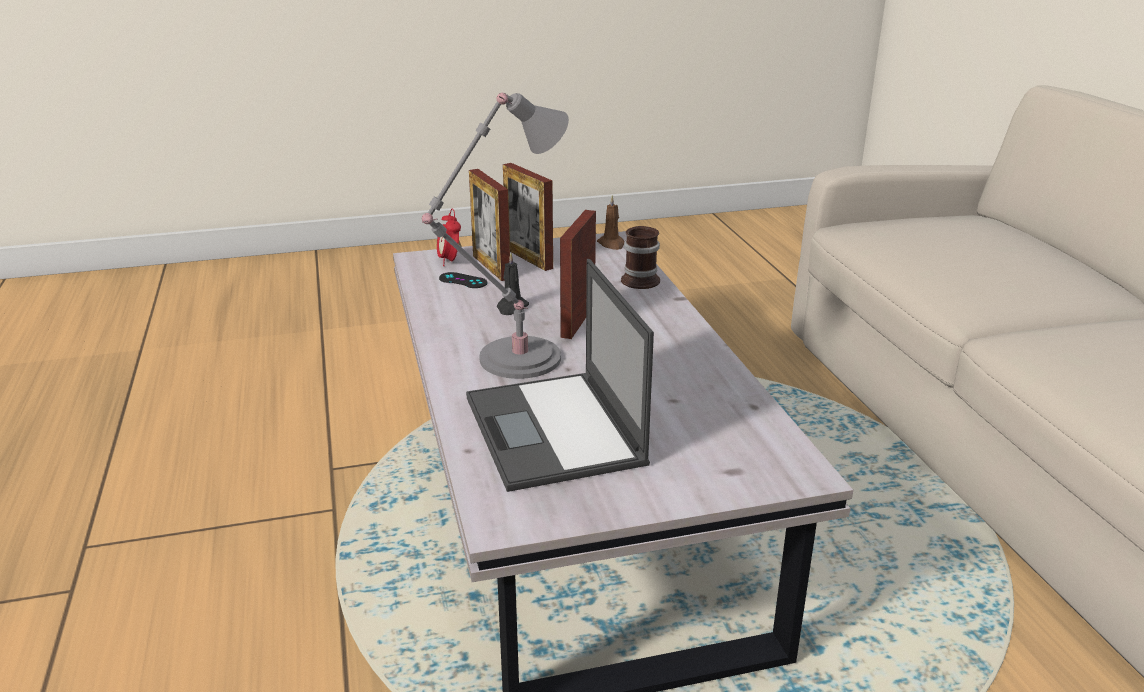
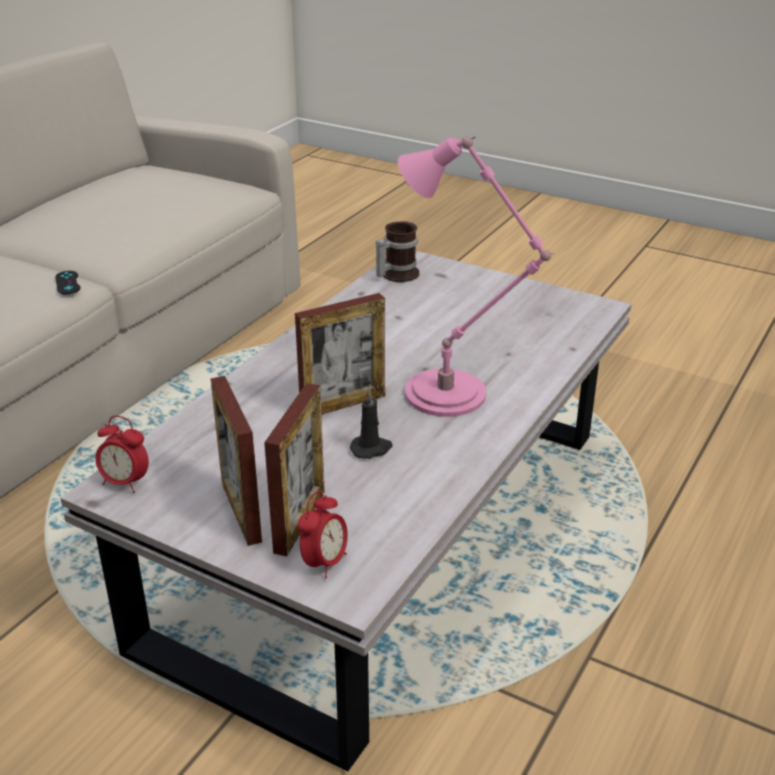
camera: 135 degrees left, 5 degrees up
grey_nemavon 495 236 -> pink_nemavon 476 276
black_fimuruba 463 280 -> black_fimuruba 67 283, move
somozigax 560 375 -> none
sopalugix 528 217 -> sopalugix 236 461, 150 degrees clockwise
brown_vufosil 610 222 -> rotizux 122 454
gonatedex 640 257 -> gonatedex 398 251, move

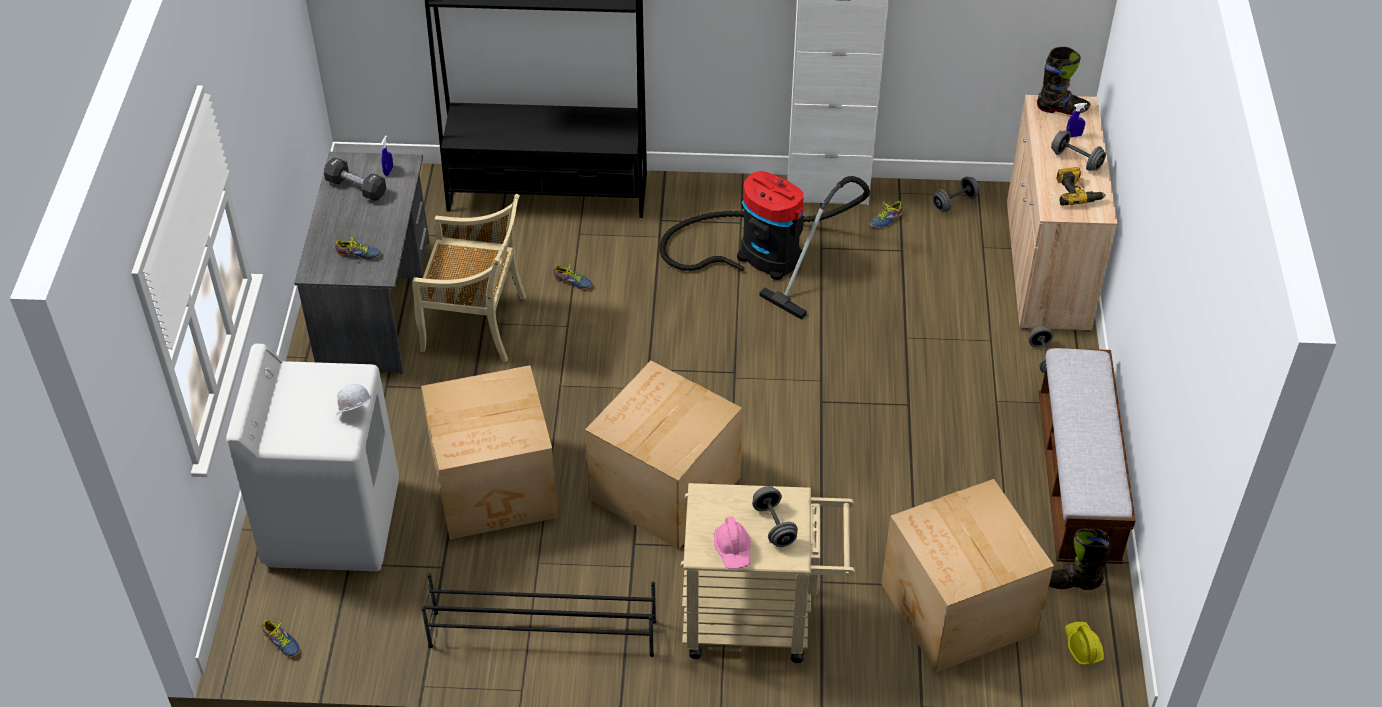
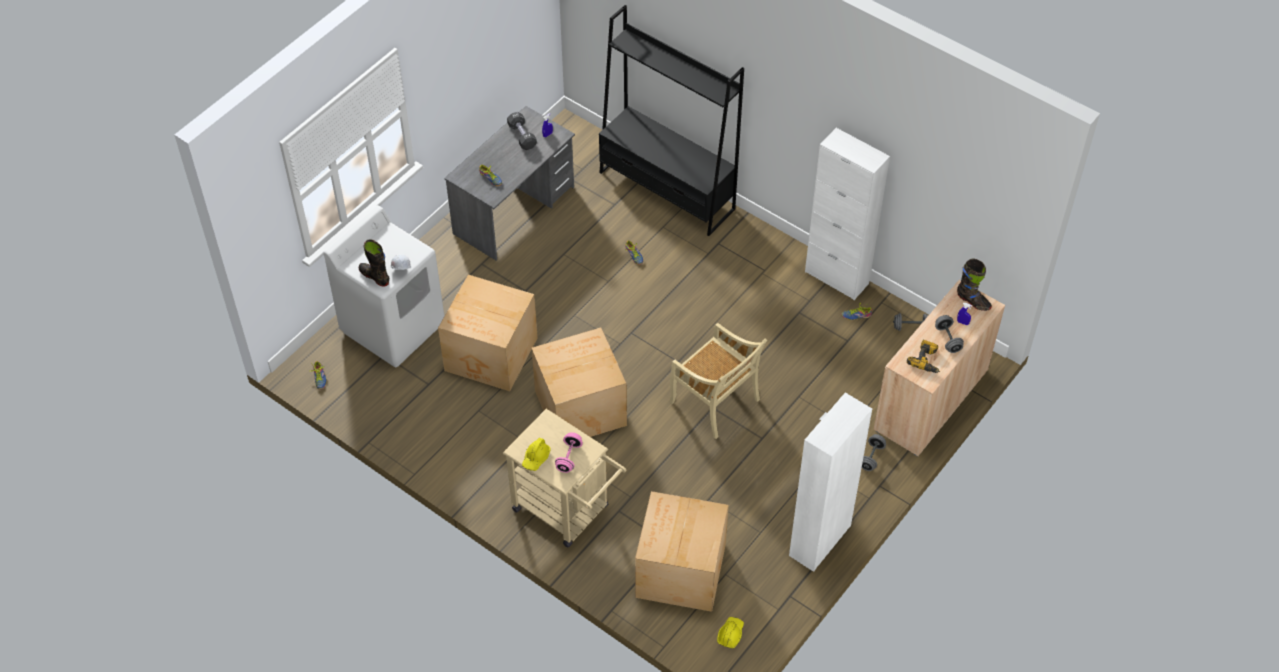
camera: 35 degrees right, 5 degrees up
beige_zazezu 469 278 -> beige_zazezu 718 381, move
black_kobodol 538 615 -> none
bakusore 765 245 -> none
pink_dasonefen 732 542 -> yellow_dasonefen 536 454
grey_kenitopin 775 516 -> pink_kenitopin 569 452
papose 1087 456 -> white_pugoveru 830 482
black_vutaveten 1080 559 -> black_vutaveten 374 262, move

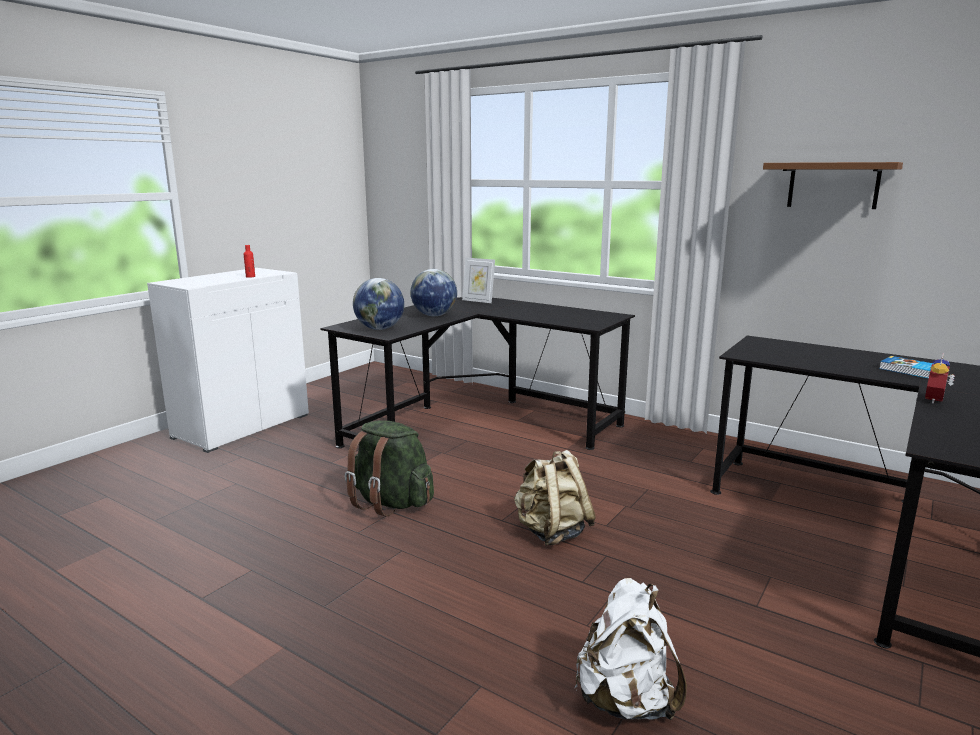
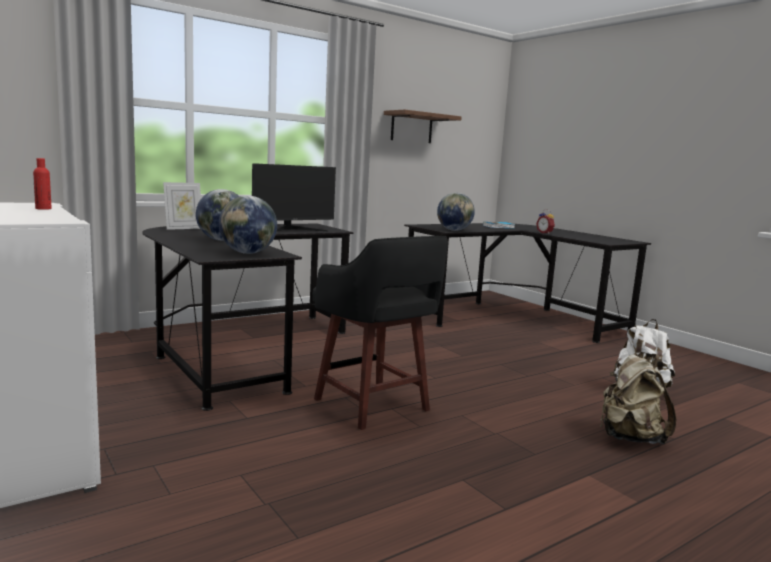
camera: 70 degrees left, 5 degrees down
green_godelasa 389 468 -> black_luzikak 380 333
beige_godelasa 555 498 -> beige_godelasa 638 399, move
none -> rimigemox 294 197
none -> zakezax 456 212

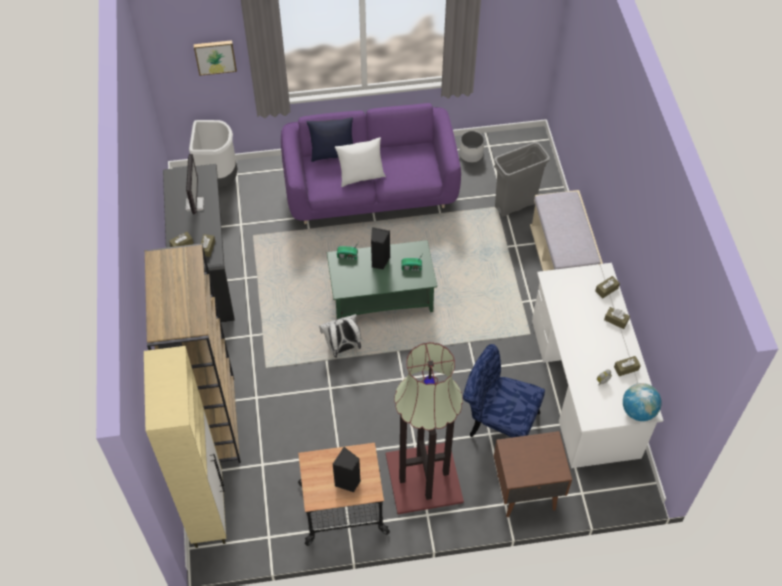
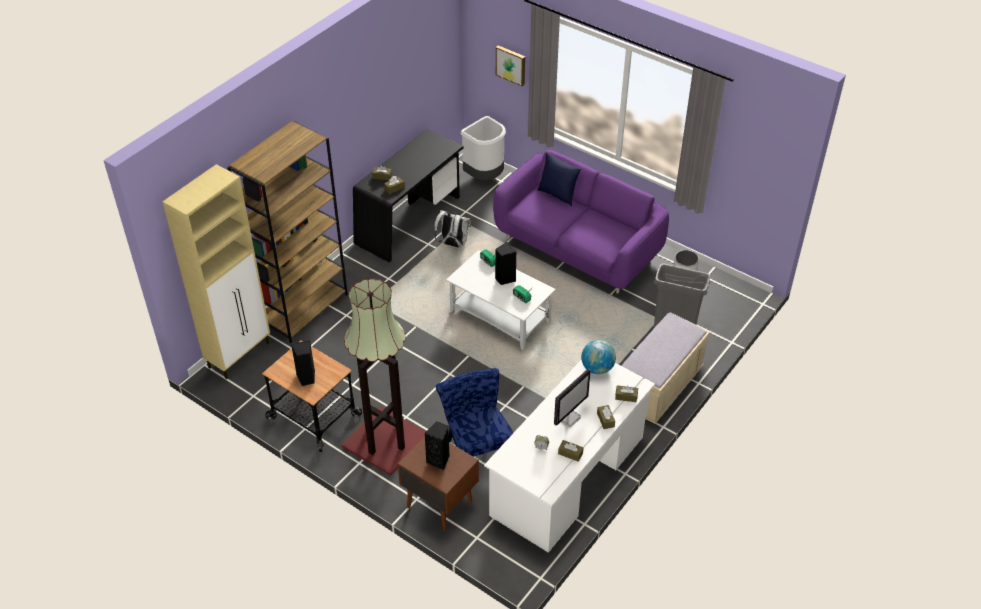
camera: 45 degrees right, 10 degrees down
rimigemox 195 184 -> rimigemox 572 398, move
white_godelasa 340 336 -> white_godelasa 452 229, move
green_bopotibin 382 279 -> white_bopotibin 501 300
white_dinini 360 162 -> none
zakezax 642 402 -> zakezax 598 357, move
none -> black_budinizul 437 445

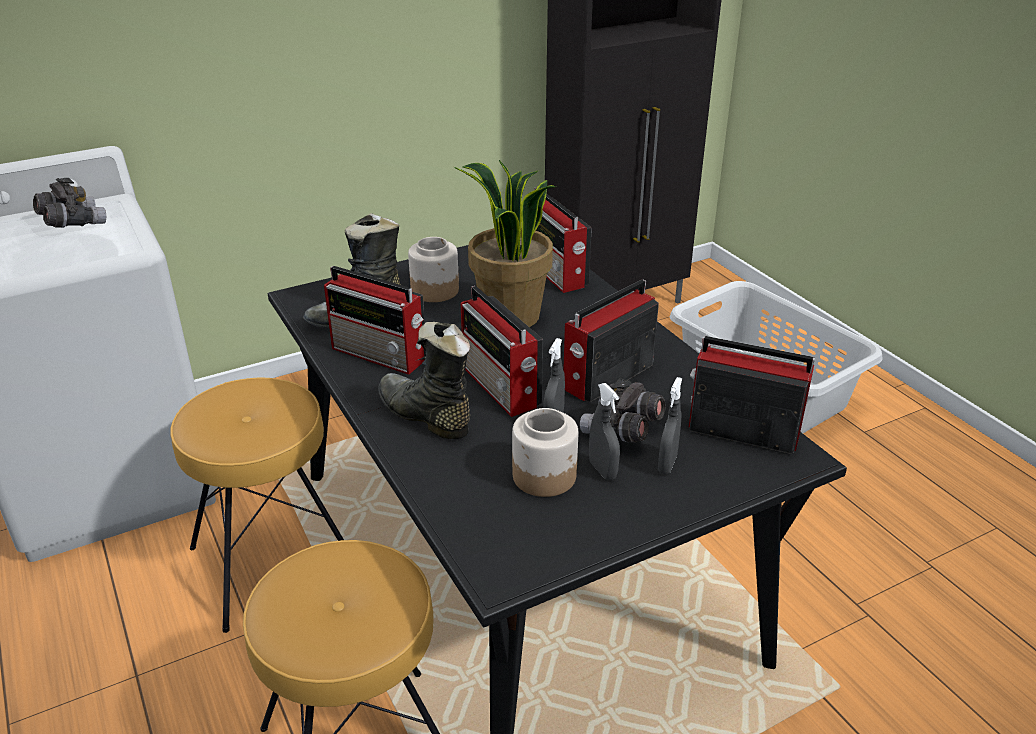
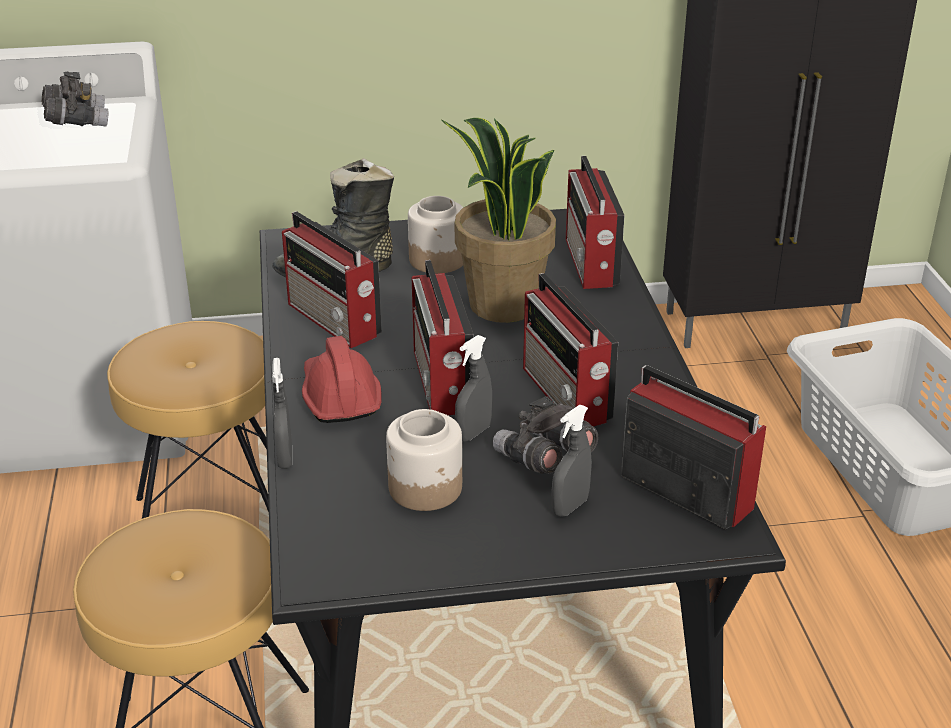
camera: 20 degrees right, 0 degrees up
black_vutaveten 424 380 -> red_dasonefen 342 379
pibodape 611 341 -> pibodape 570 349, 90 degrees counterclockwise
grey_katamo 604 431 -> grey_katamo 282 413, move

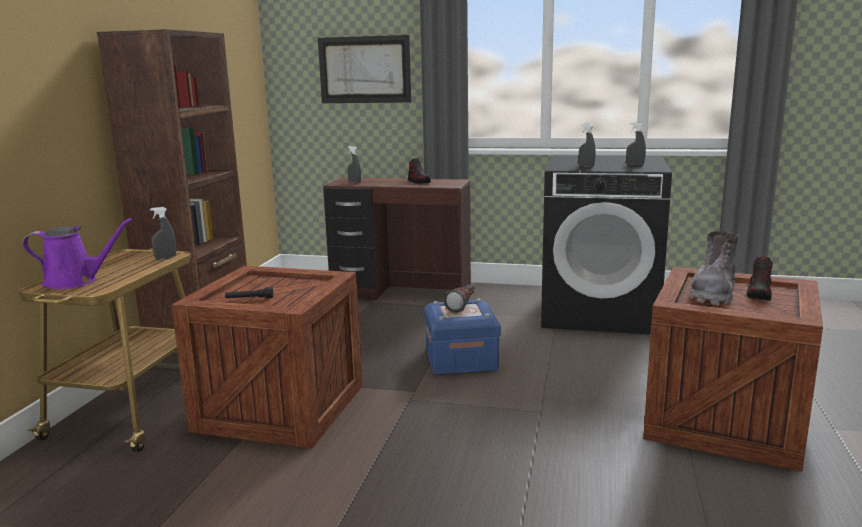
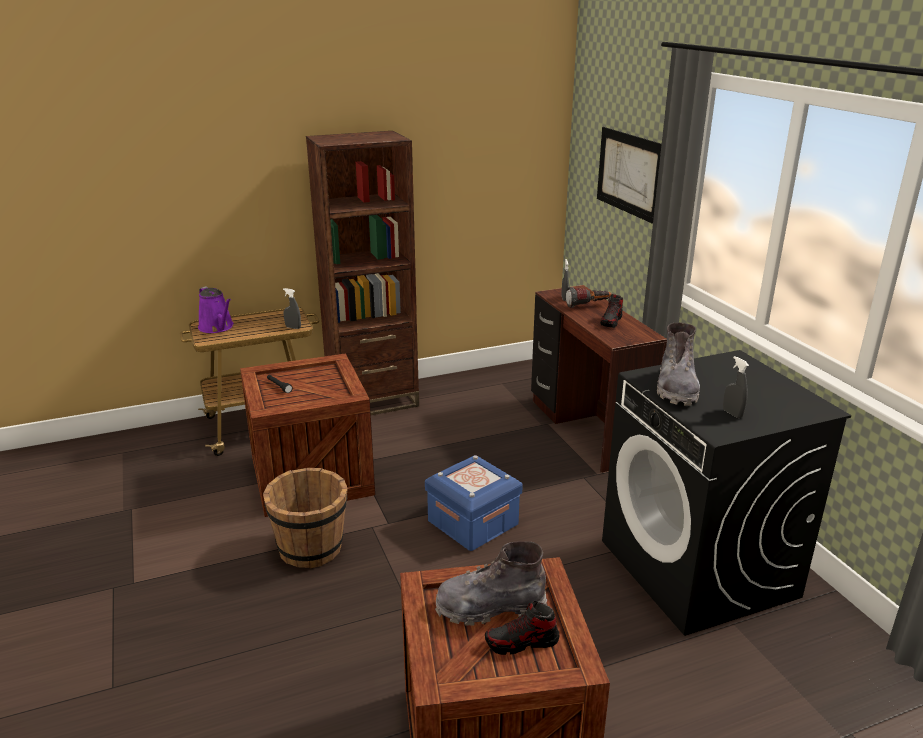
camera: 55 degrees right, 10 degrees up
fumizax 459 298 -> fumizax 589 297, move
grey_katamo 587 145 -> grey_vutaveten 678 364
none -> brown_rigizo 305 518

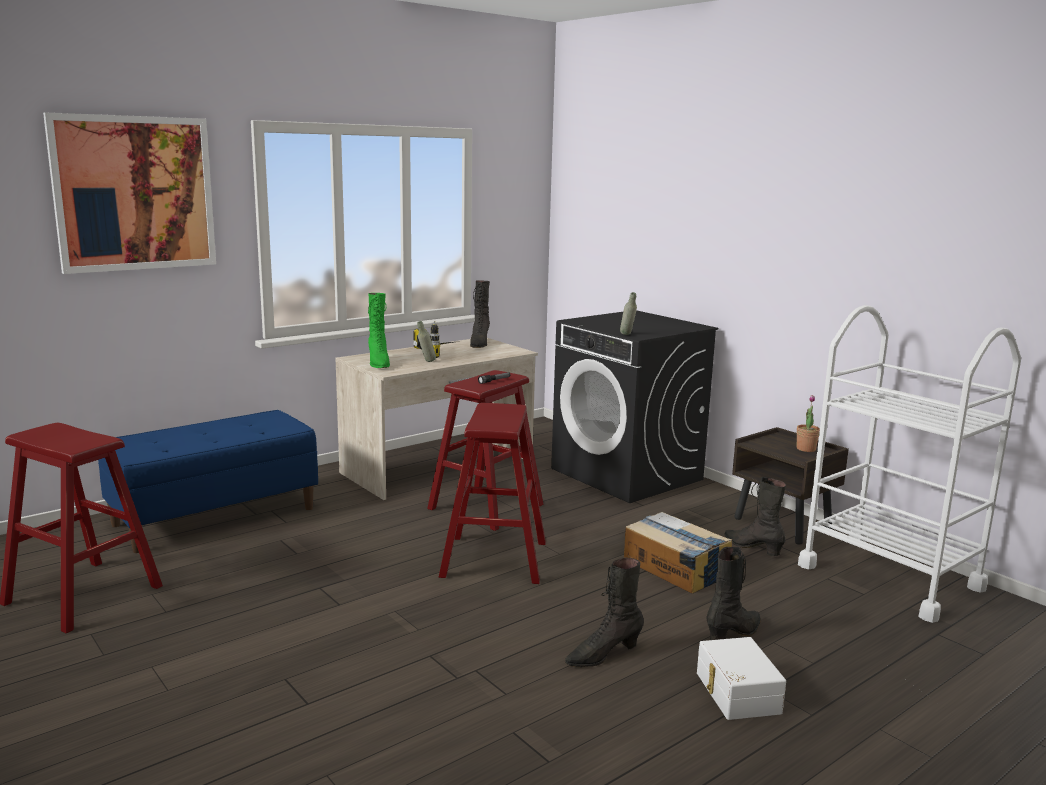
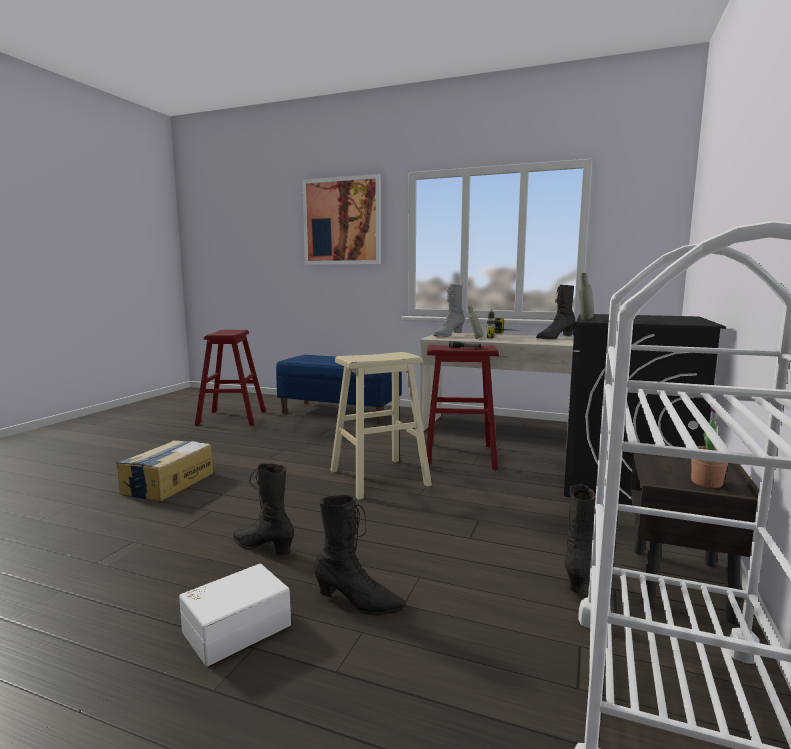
camera: 60 degrees right, 5 degrees down
green_vutaveten 379 330 -> grey_vutaveten 449 310
red_luzikak 492 493 -> beige_luzikak 381 426
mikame 678 553 -> mikame 165 470, move

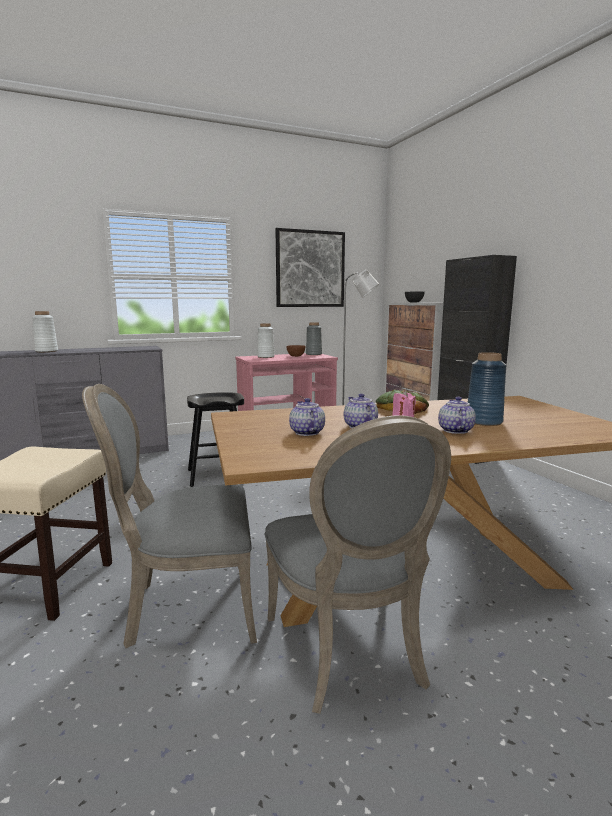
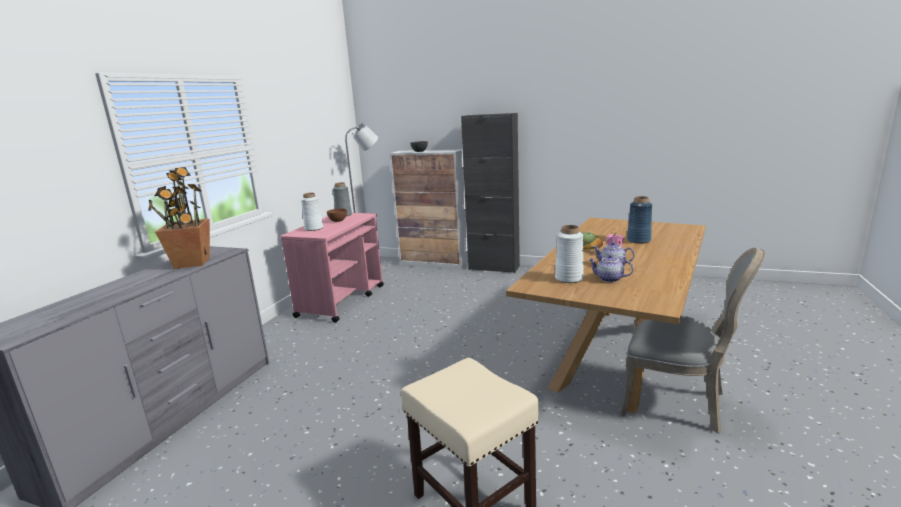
camera: 45 degrees left, 5 degrees up
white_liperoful 45 331 -> white_liperoful 569 254, move
grey_zazezu 169 516 -> none
black_luzikak 215 439 -> none
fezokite 310 267 -> none
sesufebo 457 415 -> none
none -> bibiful 179 218

